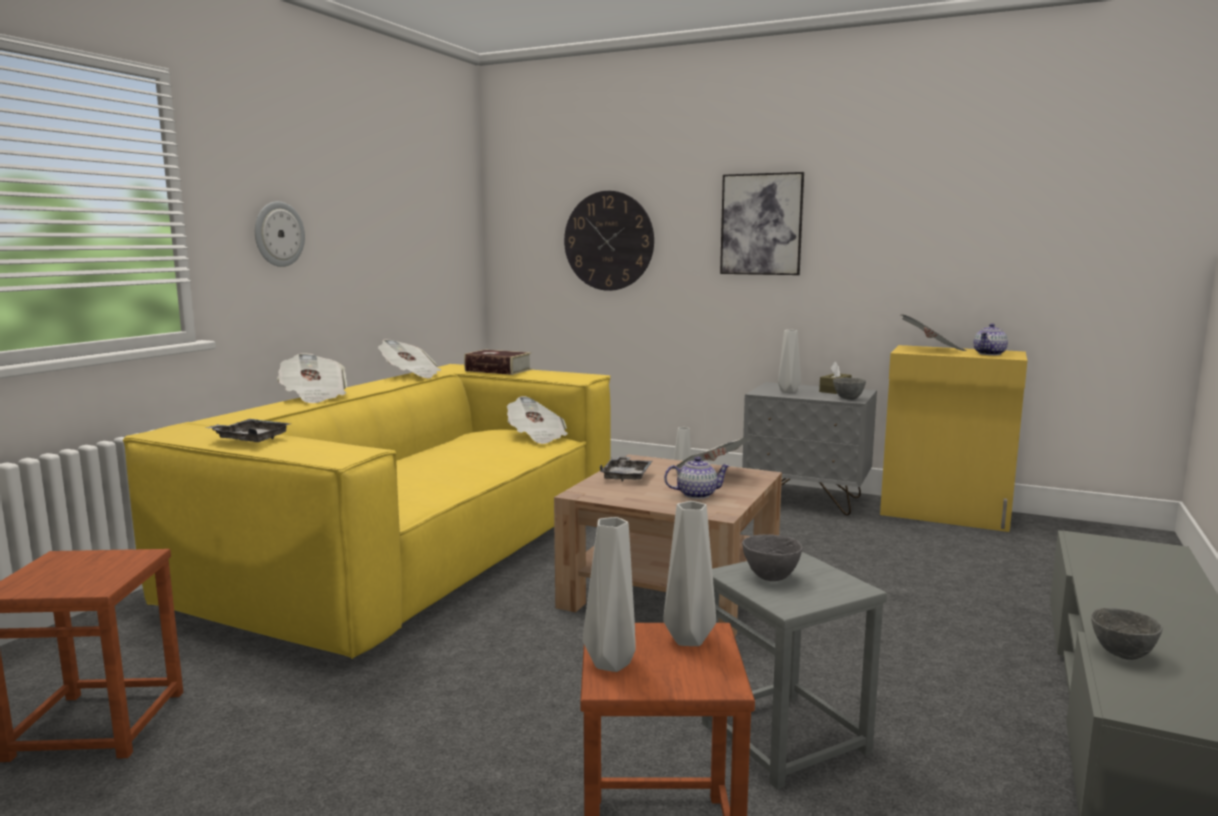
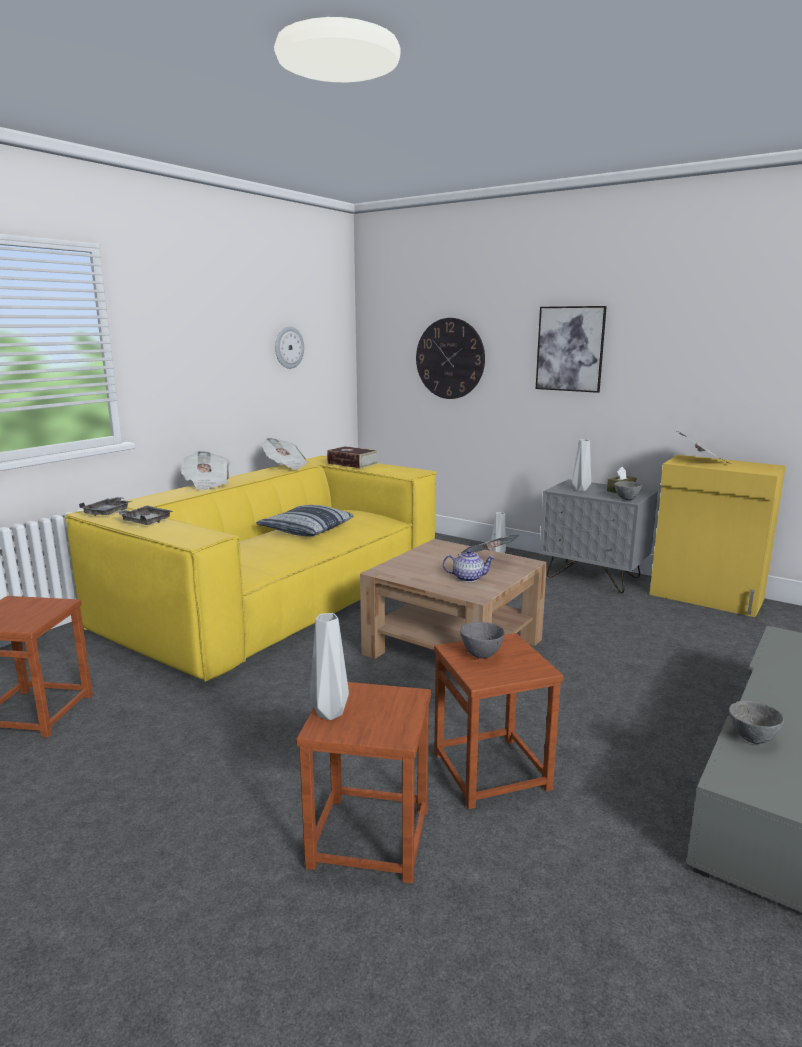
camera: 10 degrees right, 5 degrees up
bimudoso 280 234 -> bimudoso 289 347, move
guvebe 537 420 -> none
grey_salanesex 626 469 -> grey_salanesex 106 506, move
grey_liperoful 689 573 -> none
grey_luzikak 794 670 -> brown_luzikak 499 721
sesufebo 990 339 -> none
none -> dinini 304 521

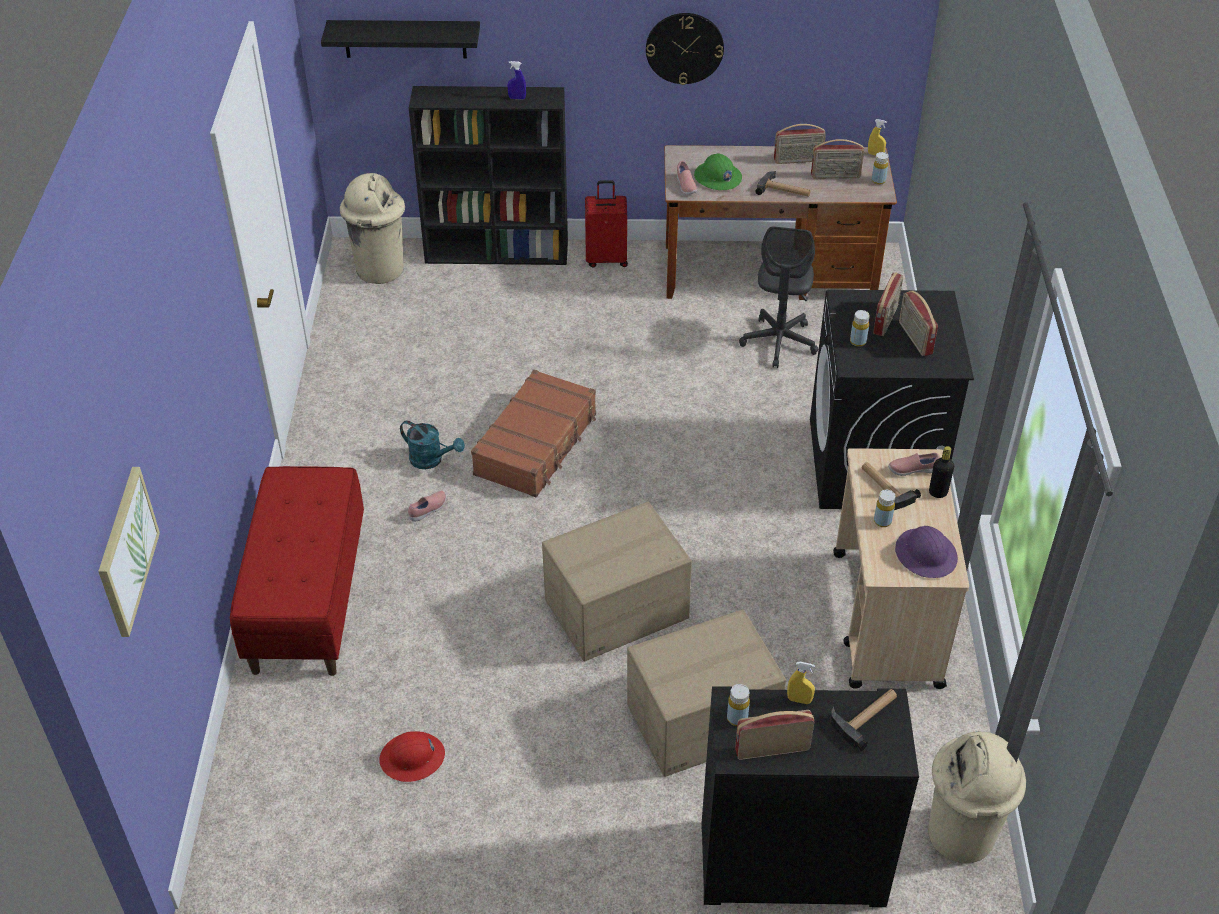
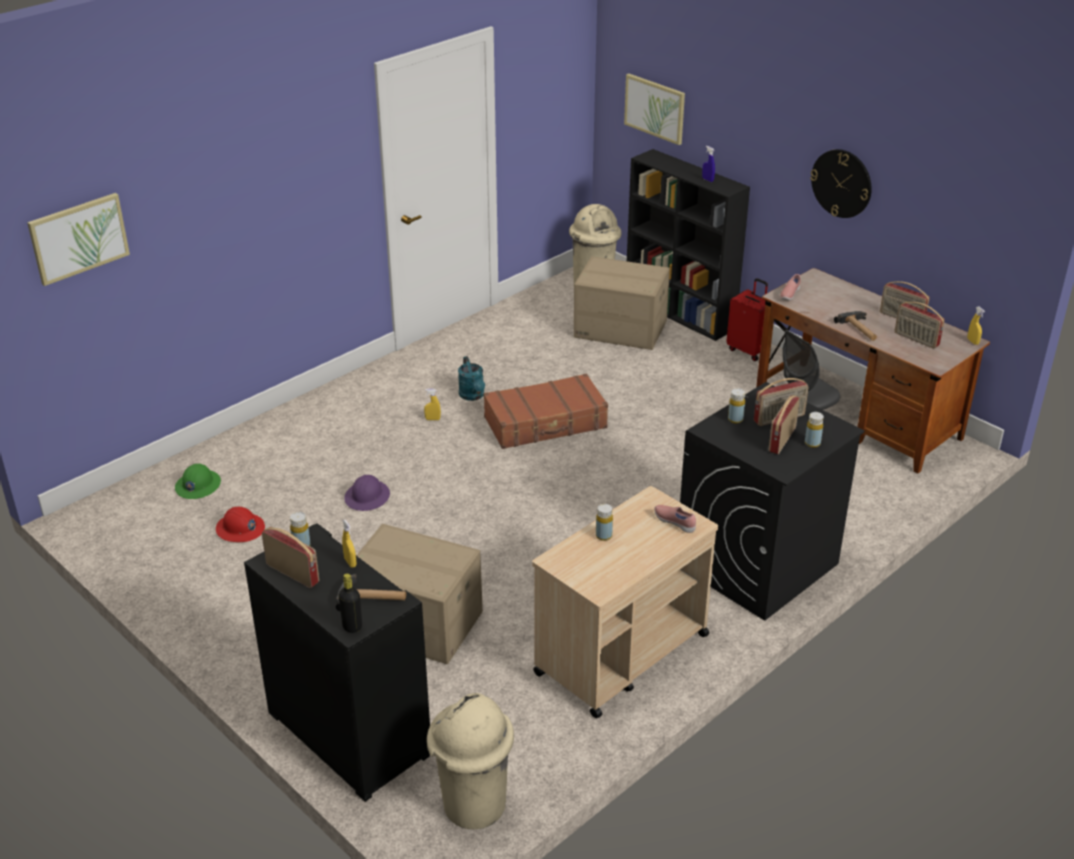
camera: 45 degrees right, 10 degrees down
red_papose 297 571 -> none
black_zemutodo 400 39 -> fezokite 654 109
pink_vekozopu 427 506 -> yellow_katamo 432 404
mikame 617 581 -> mikame 622 303, move
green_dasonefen 718 171 -> green_dasonefen 198 481, move
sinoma 891 486 -> none
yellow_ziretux 880 168 -> yellow_ziretux 814 430, move
purple_dasonefen 926 552 -> purple_dasonefen 367 493, move
black_ziretux 941 472 -> black_ziretux 350 603, move

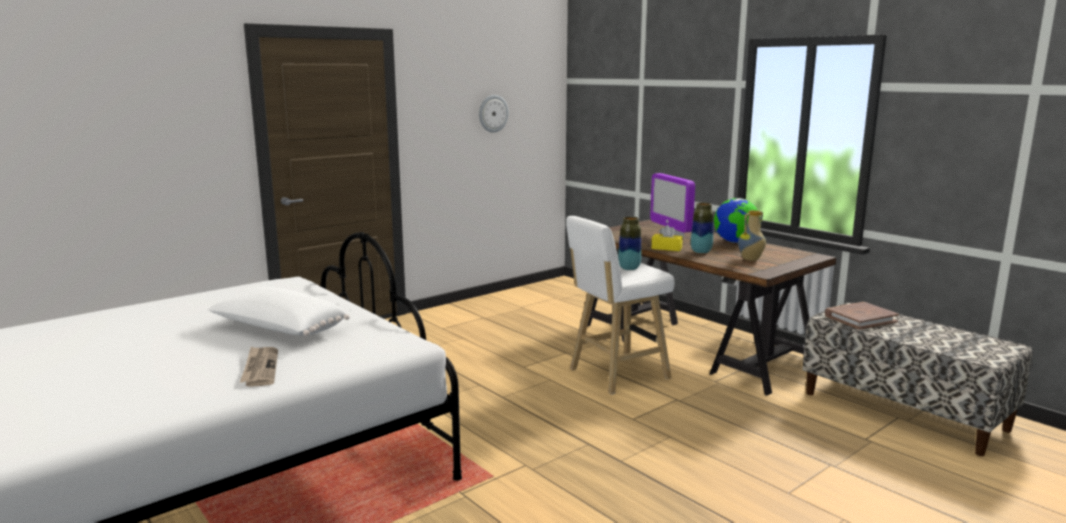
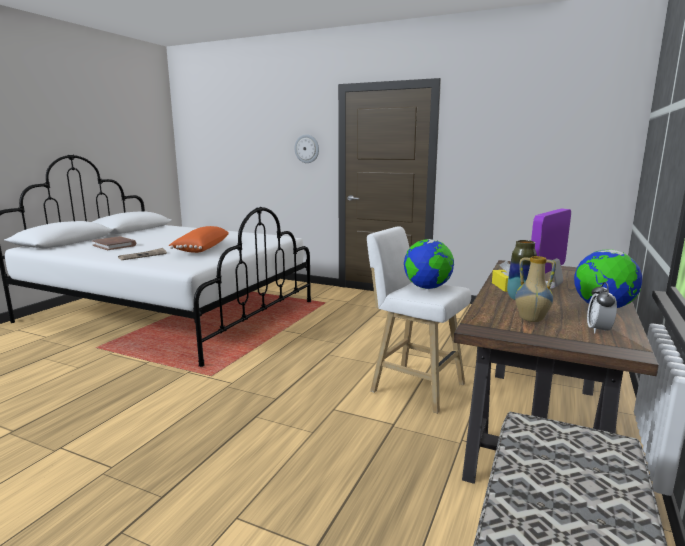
camera: 65 degrees right, 0 degrees up
white_dinini 279 311 -> orange_dinini 199 239
bimudoso 494 114 -> bimudoso 306 148, move
liperoful 629 243 -> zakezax 429 264
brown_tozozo 862 316 -> brown_tozozo 114 243, move
none -> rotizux 602 308

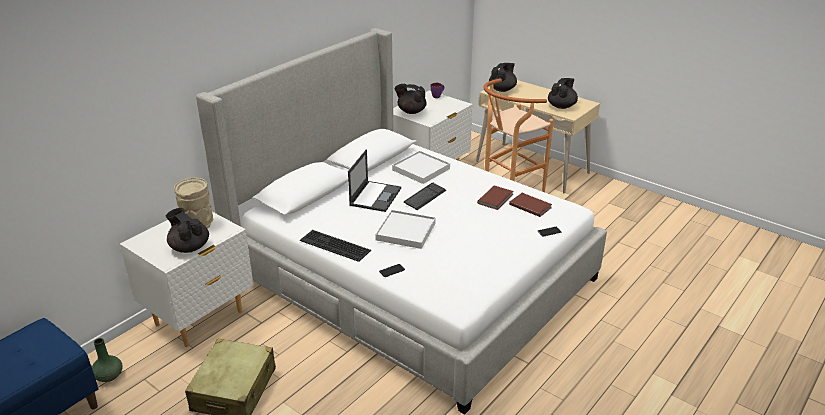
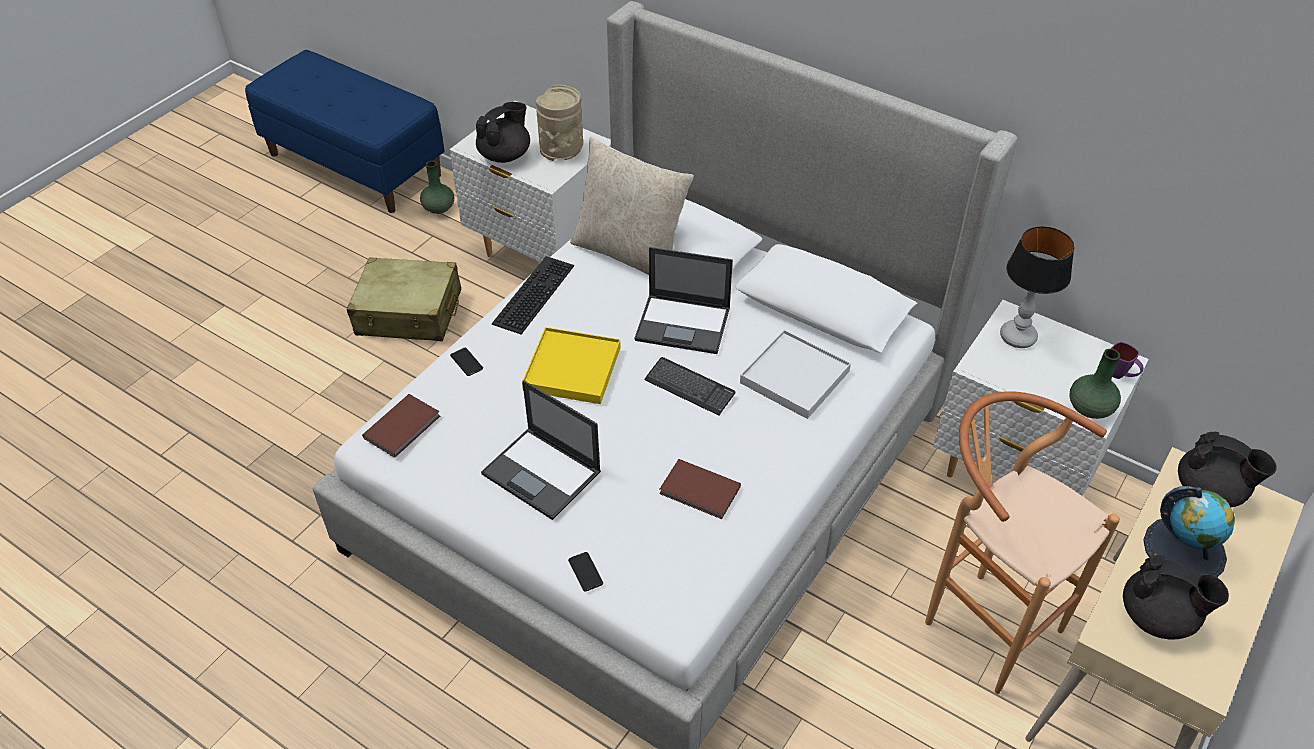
camera: 85 degrees right, 15 degrees up
white_salanesex 405 229 -> yellow_salanesex 571 365
black_sesufebo 411 99 -> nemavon 1037 287
brown_tozozo 530 205 -> brown_tozozo 401 426, move
none -> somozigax 541 450
none -> beige_dinini 632 206
none -> green_liperoful 1095 384
none -> zakezax 1189 531

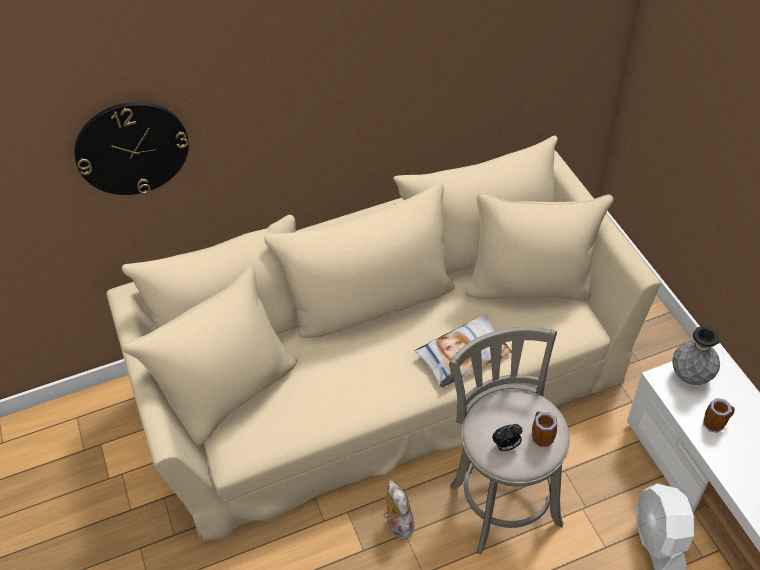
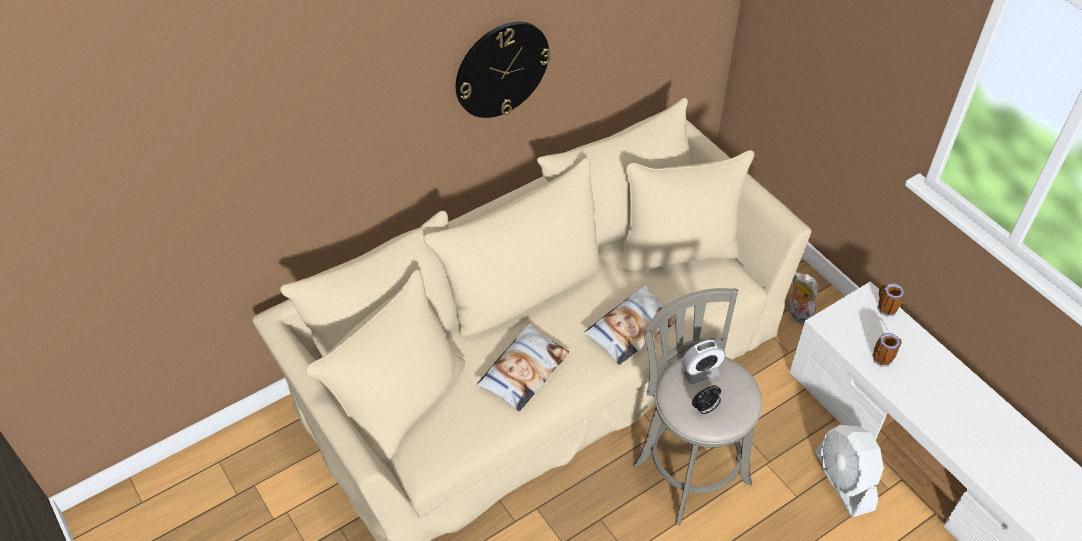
camera: 15 degrees left, 0 degrees up
bimudoso 131 148 -> bimudoso 503 70, move
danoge 399 509 -> danoge 803 298, move
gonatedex 544 429 -> gonatedex 891 300, move
grey_liperoful 696 355 -> none
none -> dinini 523 367
none -> rotizux 703 362

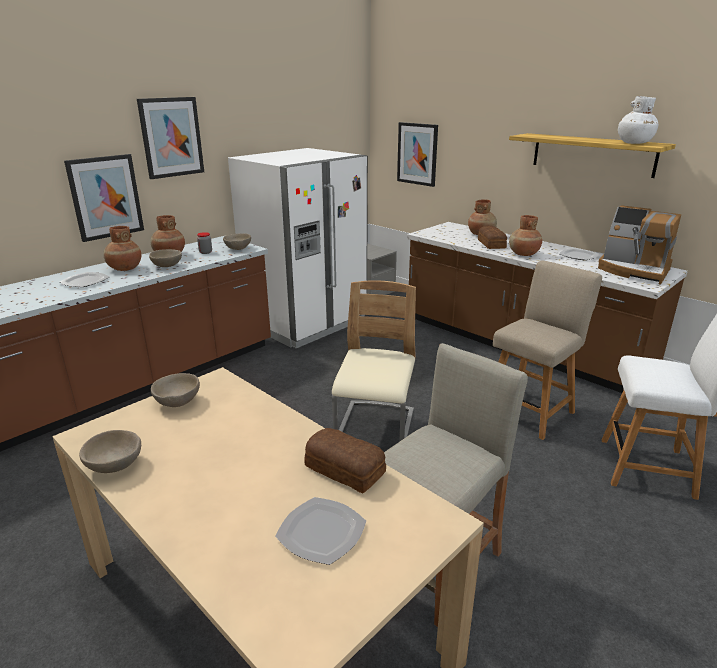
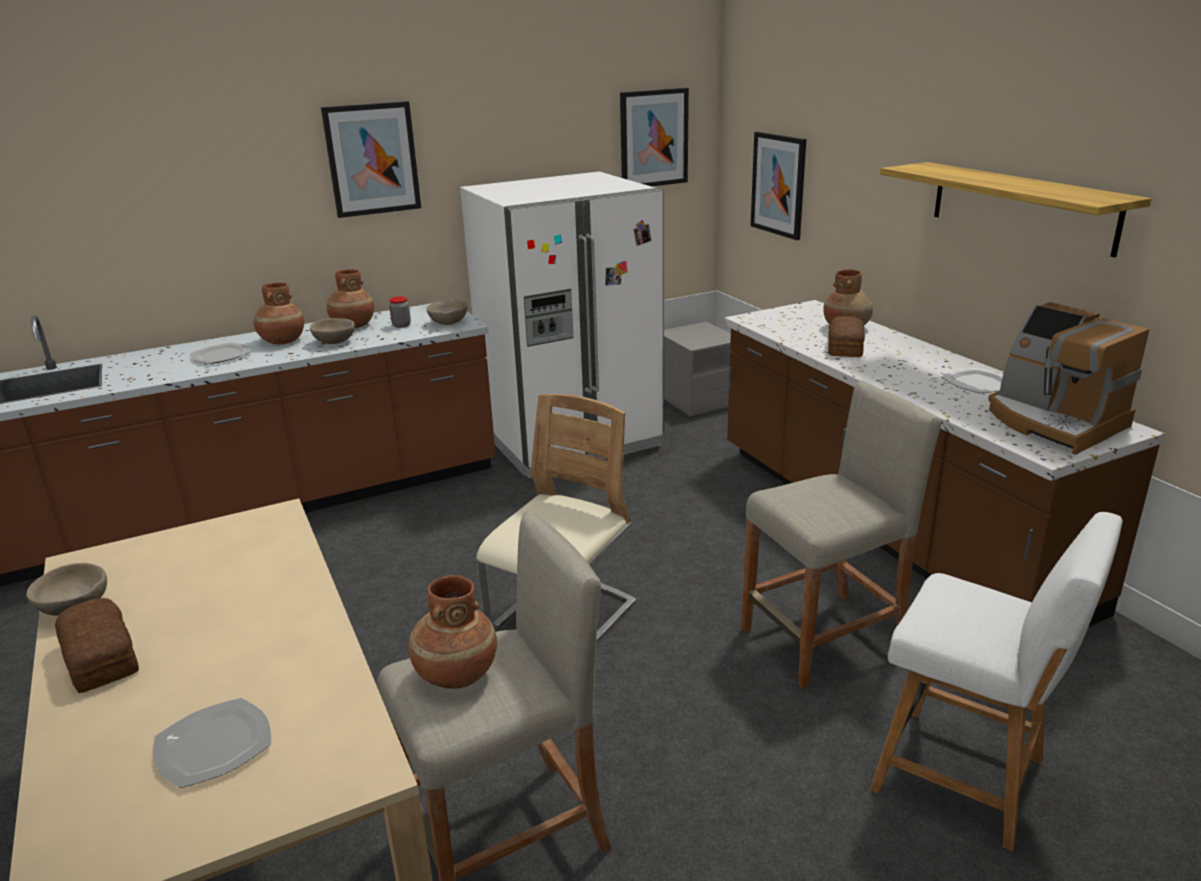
camera: 20 degrees right, 0 degrees up
fezokite 104 198 -> fezokite 654 137, move
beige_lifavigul 175 390 -> none
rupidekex 345 460 -> rupidekex 97 645, move
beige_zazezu 547 350 -> beige_luzikak 841 534
brown_liperoful 525 235 -> brown_liperoful 452 632, move
white_liperoful 638 120 -> none

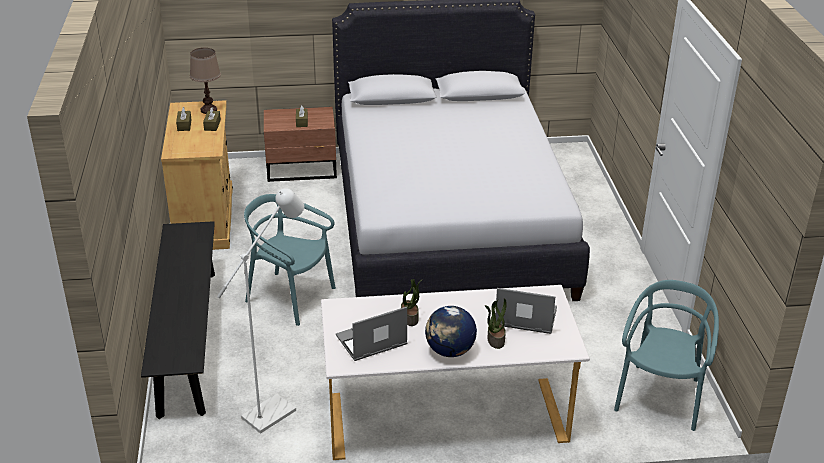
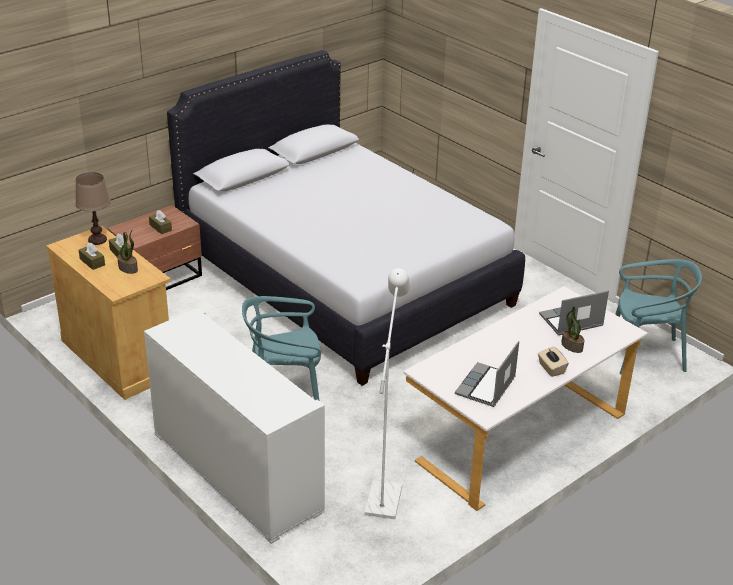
camera: 35 degrees left, 0 degrees up
black_papose 178 320 -> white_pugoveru 234 426
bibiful 412 302 -> bibiful 127 252, move
zakezax 451 331 -> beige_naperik 553 361
turquoise_zazezu 666 355 -> turquoise_zazezu 658 317, 105 degrees clockwise

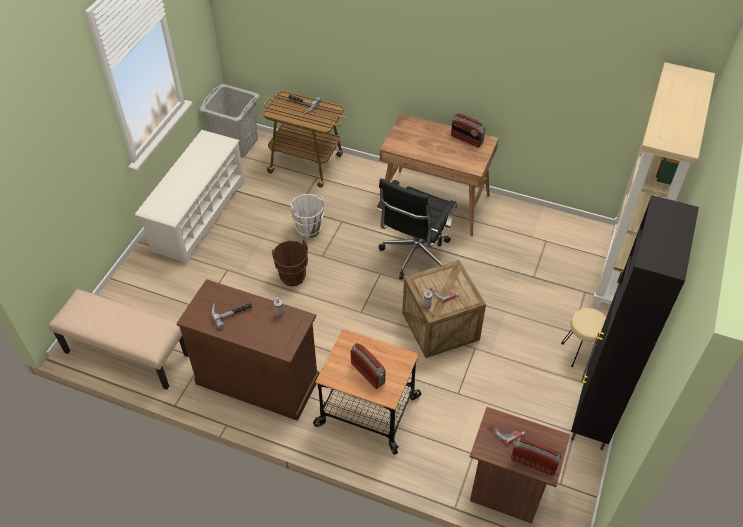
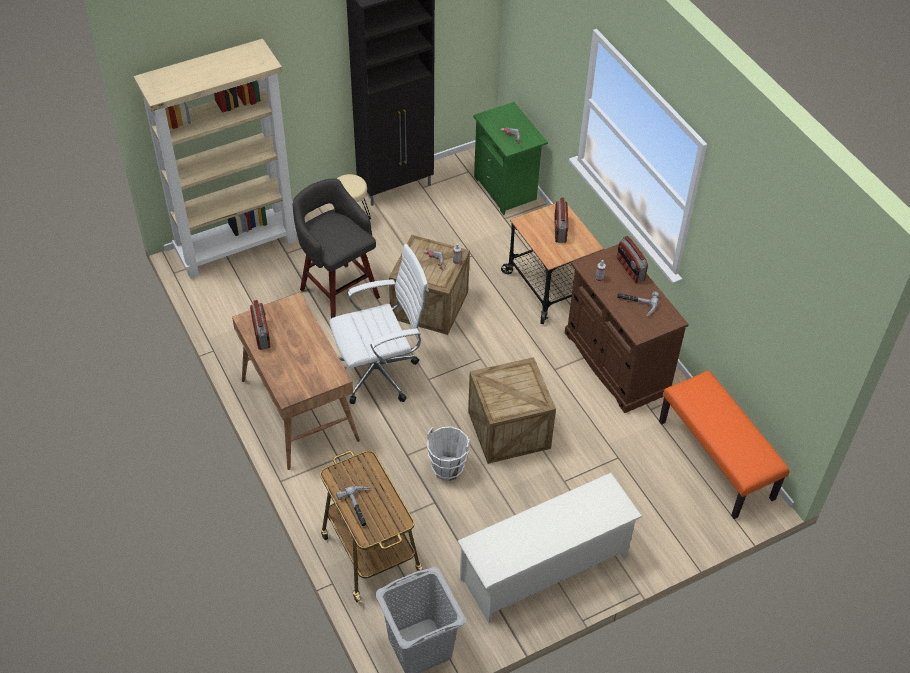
camera: 140 degrees left, 0 degrees up
beige_papose 118 339 -> orange_papose 724 444
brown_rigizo 290 263 -> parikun 512 410
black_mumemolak 416 229 -> white_mumemolak 379 324
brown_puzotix 520 465 -> green_puzotix 510 158
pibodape 536 456 -> pibodape 632 259, move
none -> grey_luzikak 336 248

